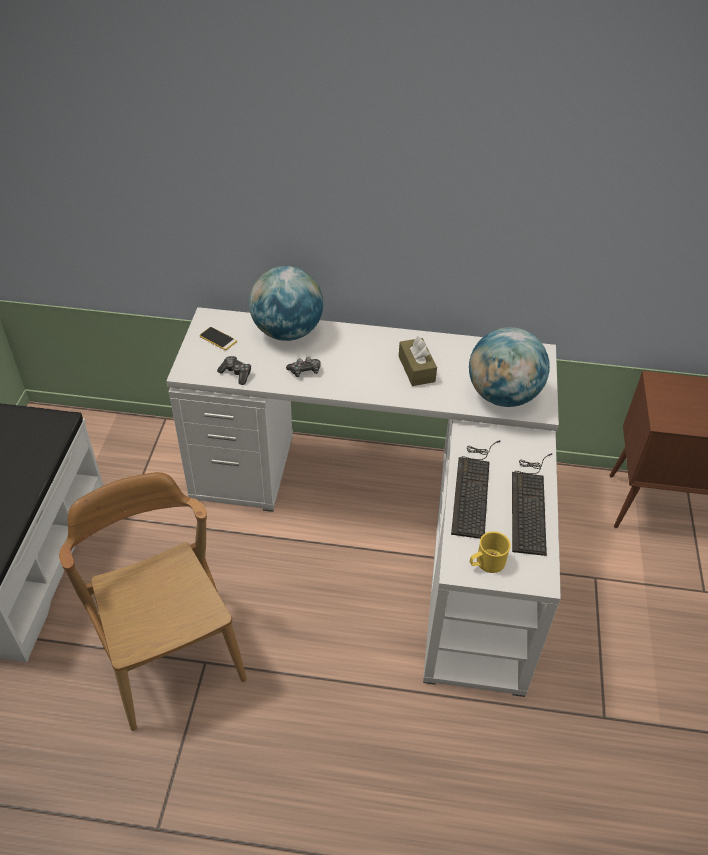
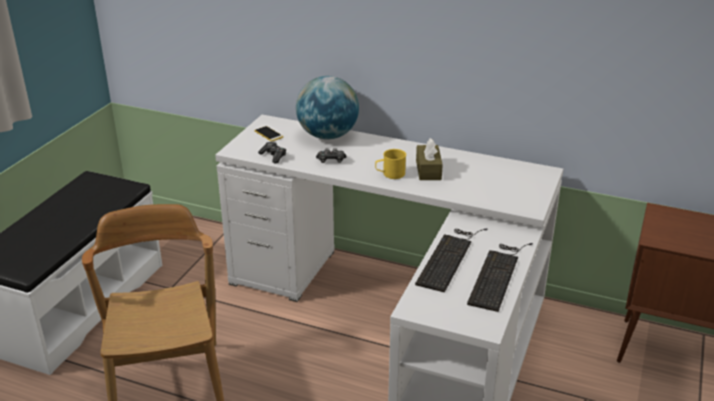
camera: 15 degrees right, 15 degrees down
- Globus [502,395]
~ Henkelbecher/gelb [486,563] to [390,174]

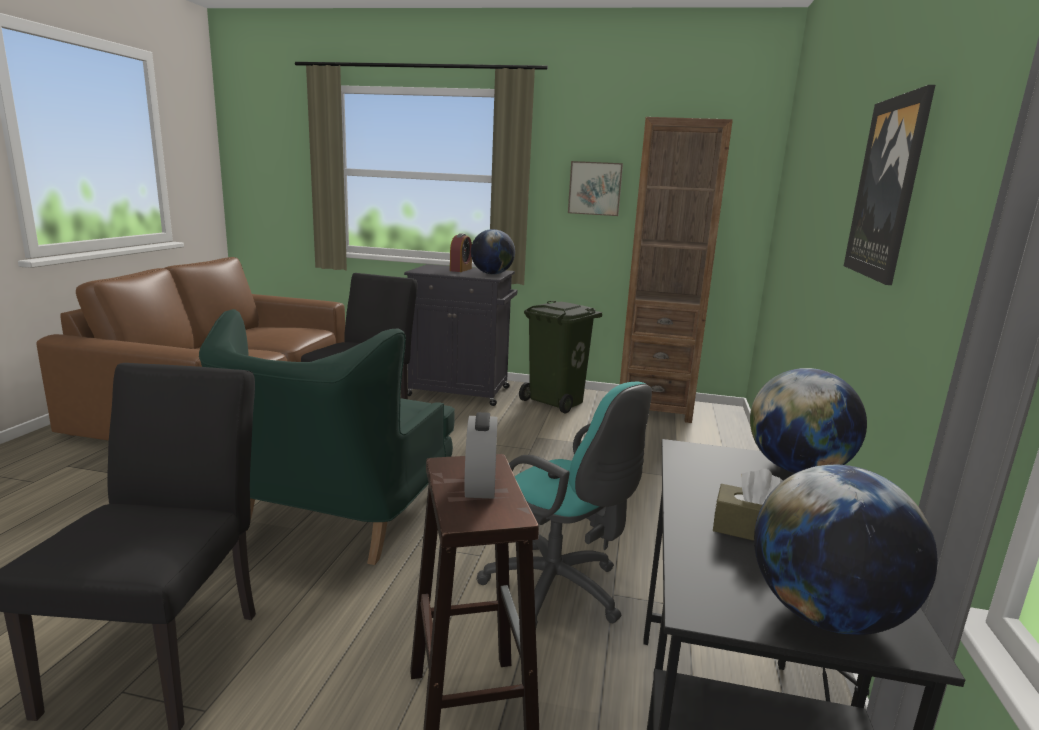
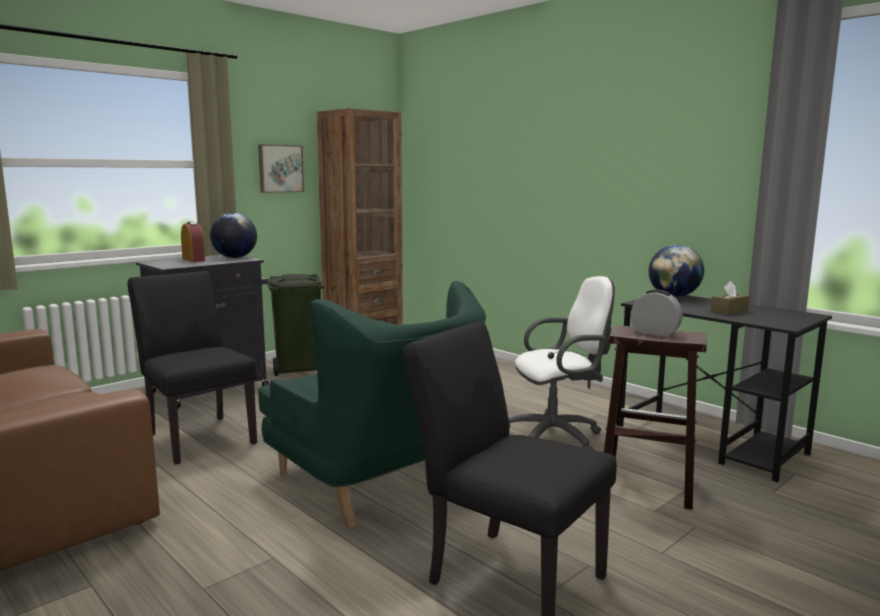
camera: 55 degrees left, 5 degrees down
~ Bürostuhl/türkis [560,592] to Bürostuhl/weiß [558,437]
- Globus [825,615]
- Bild [888,188]

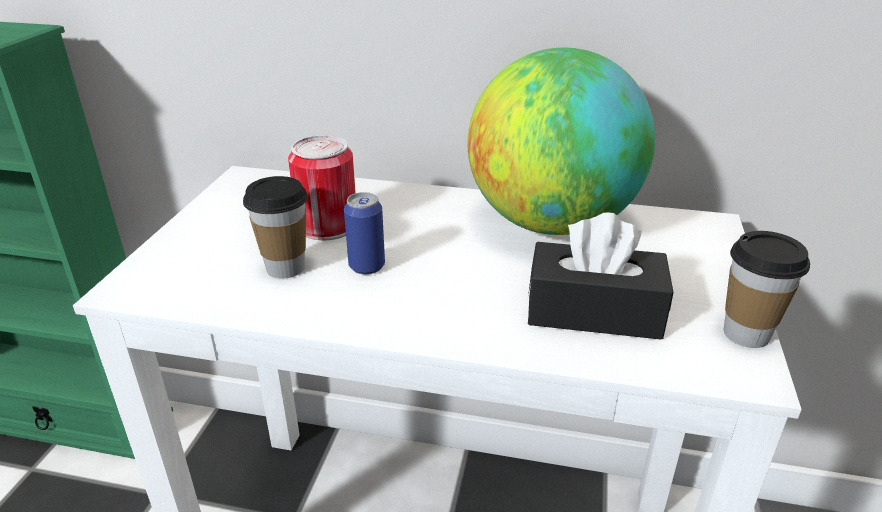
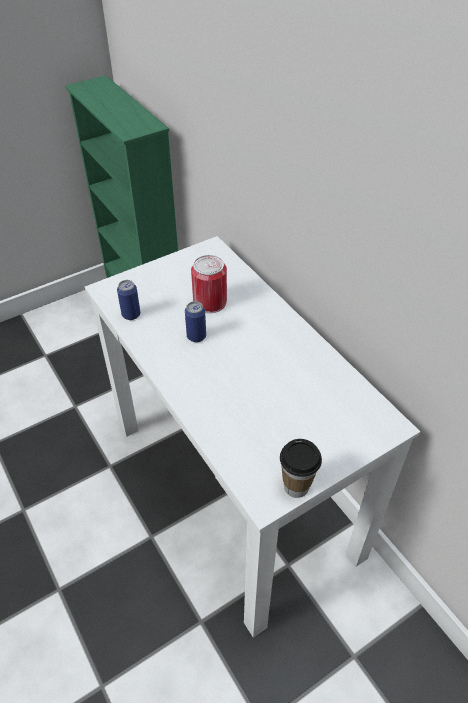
camera: 45 degrees right, 15 degrees up
- Tasse [285,268]
- Globus [551,223]
- Taschentuchbox/schwarz [594,312]
+ Dose [131,314]

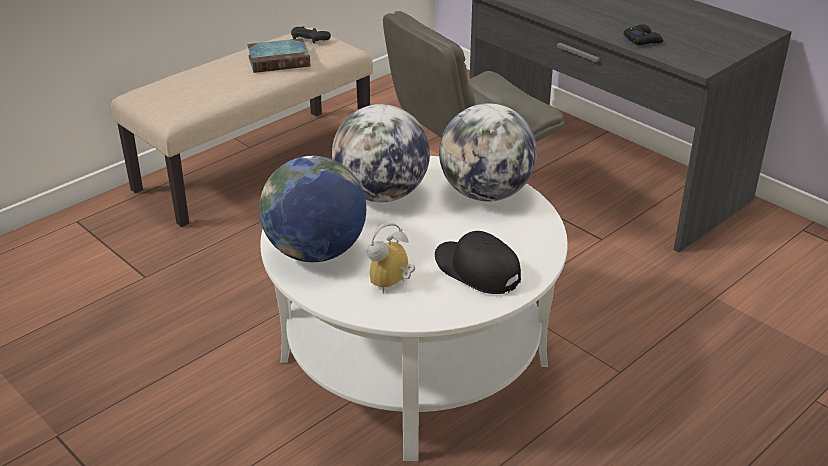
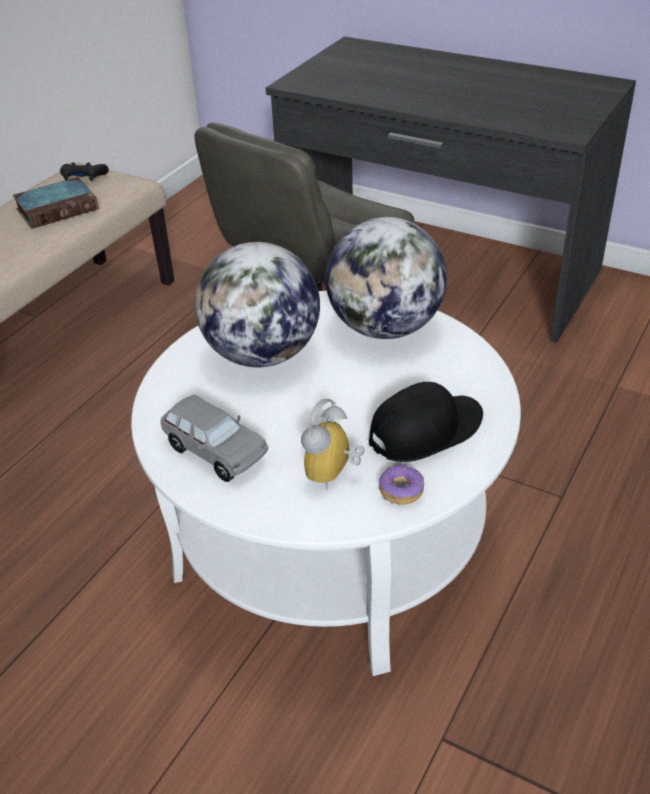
camera: 15 degrees left, 5 degrees up
~ Globus [315,252] to Spielzeugauto/grau [215,451]
~ Kappe/schwarz [477,270] = [425,430] 120 degrees clockwise
- Gamepad/schwarz [642,40]
+ Donut [401,490]

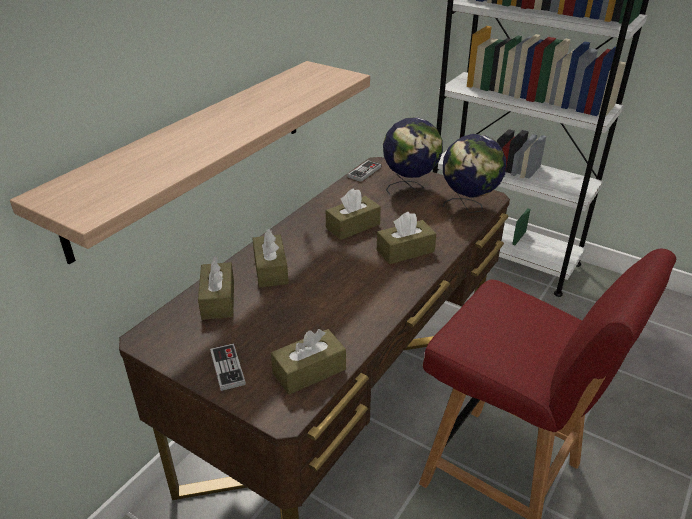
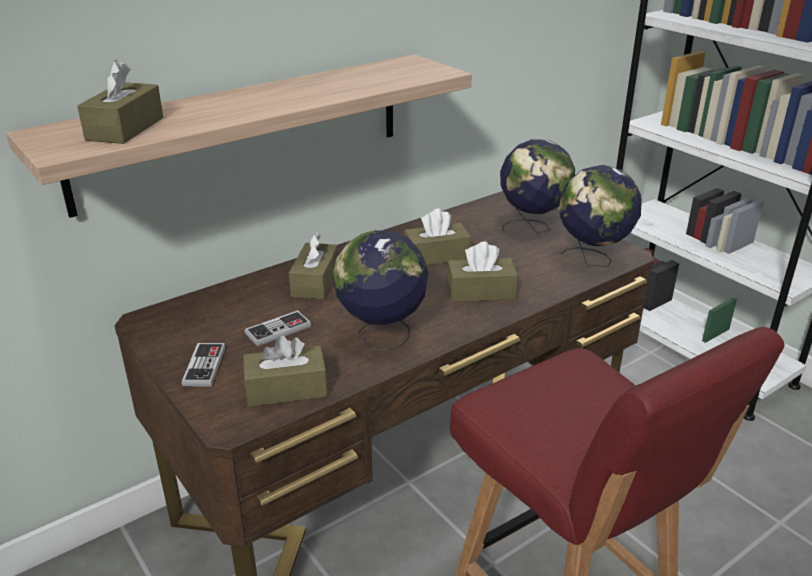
camera: 20 degrees right, 5 degrees down
~ Taschentuchbox/braun [218,300] to [125,129]
~ Gamepad [364,172] to [278,330]
+ Globus [381,338]

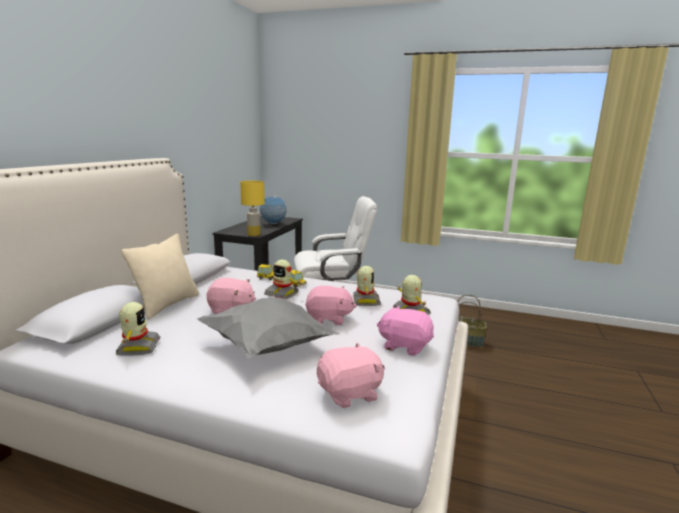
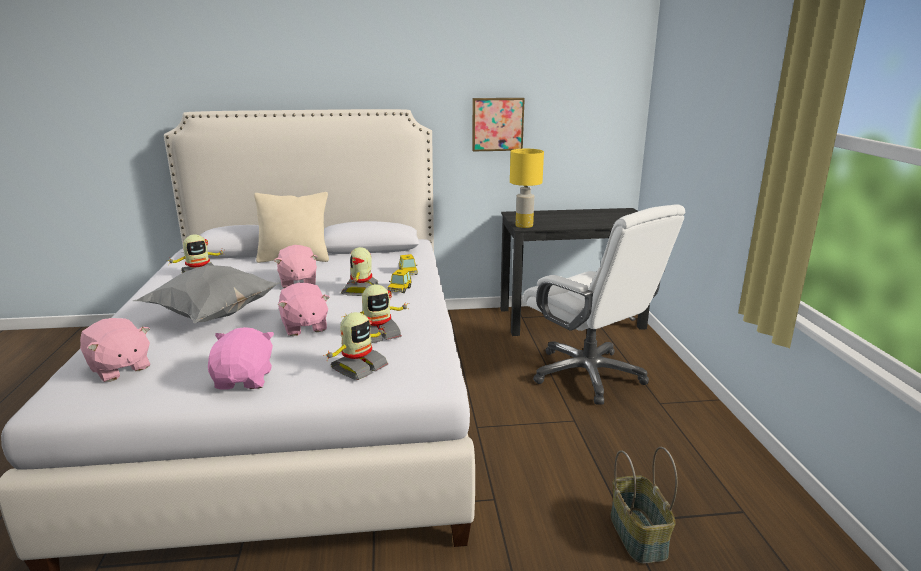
camera: 65 degrees right, 5 degrees up
- Globus [273,224]
+ Bild [497,124]

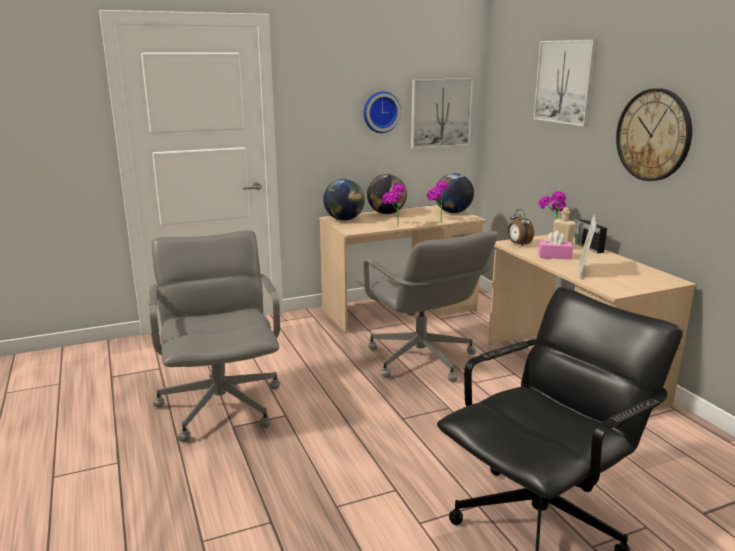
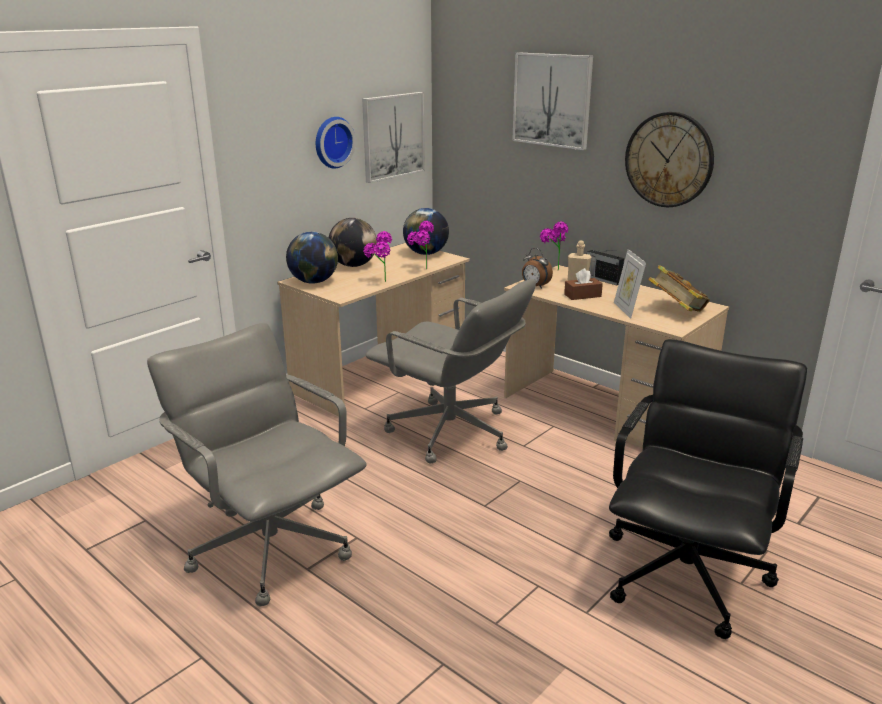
camera: 25 degrees left, 5 degrees up
~ Taschentuchbox/rosa [554,256] to Taschentuchbox/braun [582,295]
+ Buch [676,311]

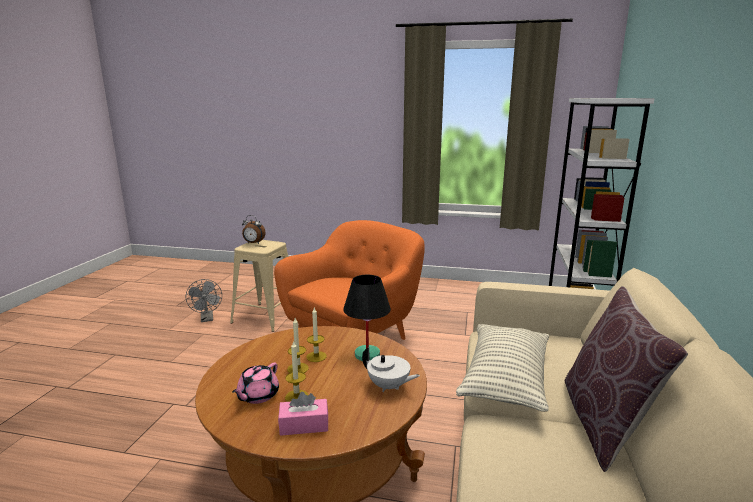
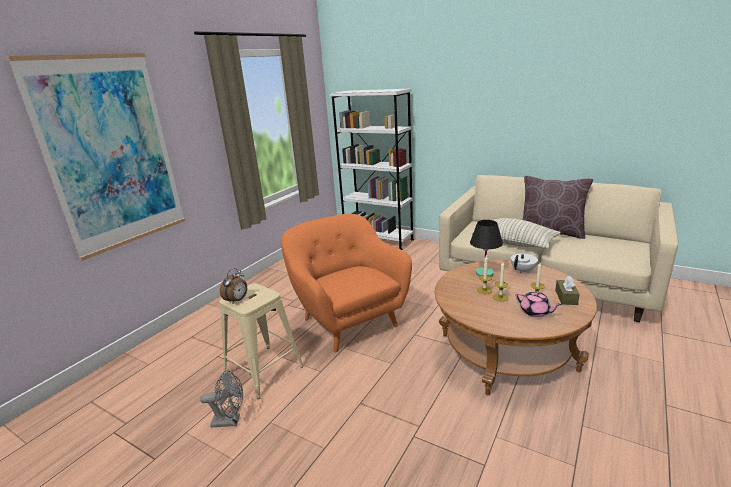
camera: 70 degrees left, 5 degrees up
~ Taschentuchbox/rosa [304,425] to Taschentuchbox/braun [566,297]
+ Bild [111,154]

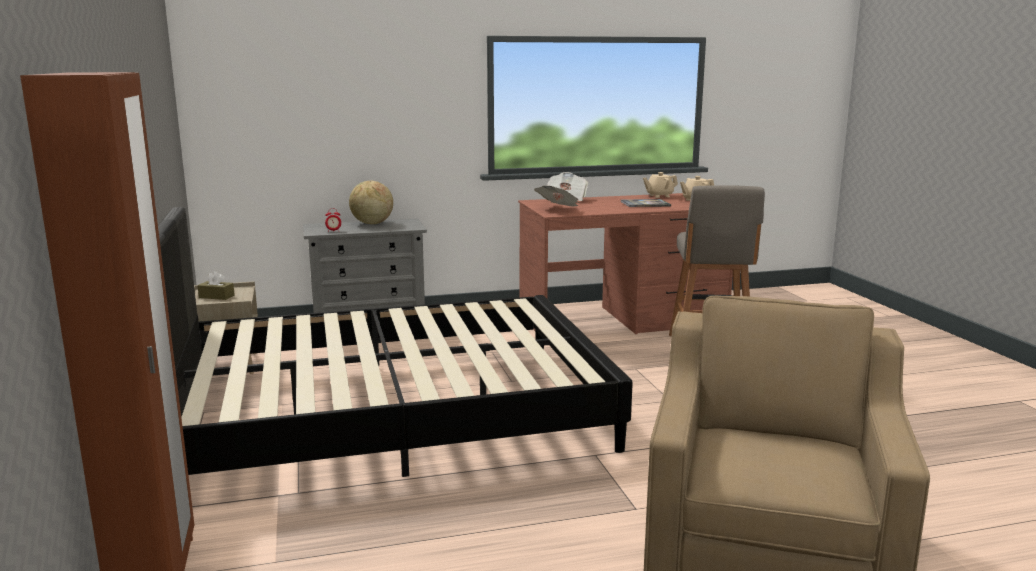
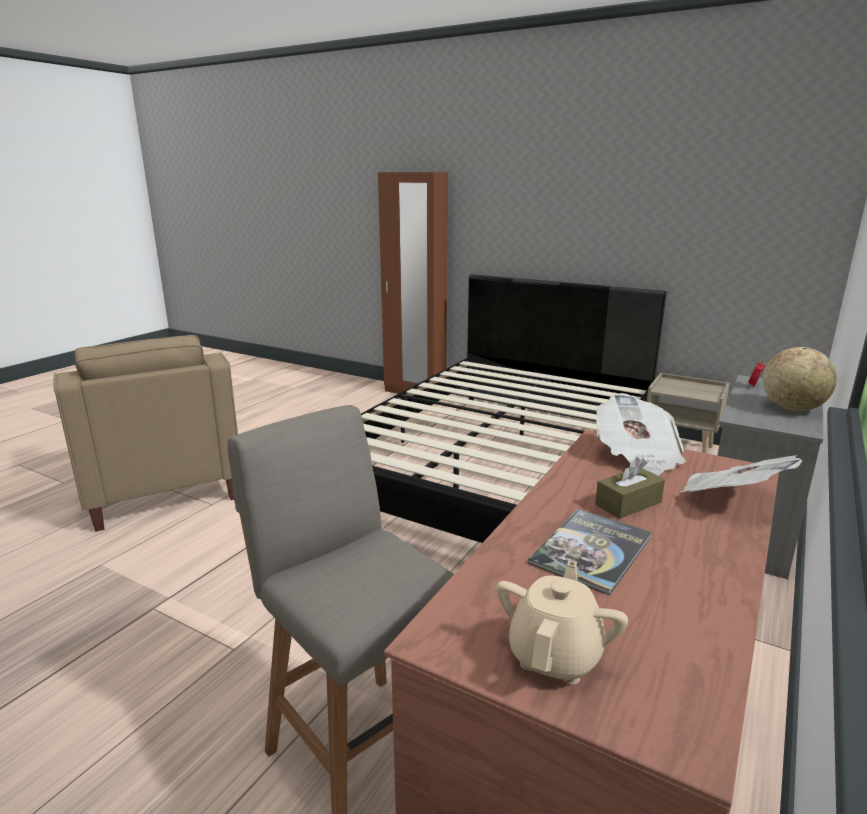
camera: 135 degrees right, 5 degrees up
~ Taschentuchbox/braun [216,296] to [628,503]
- Teekanne/beige [659,196]

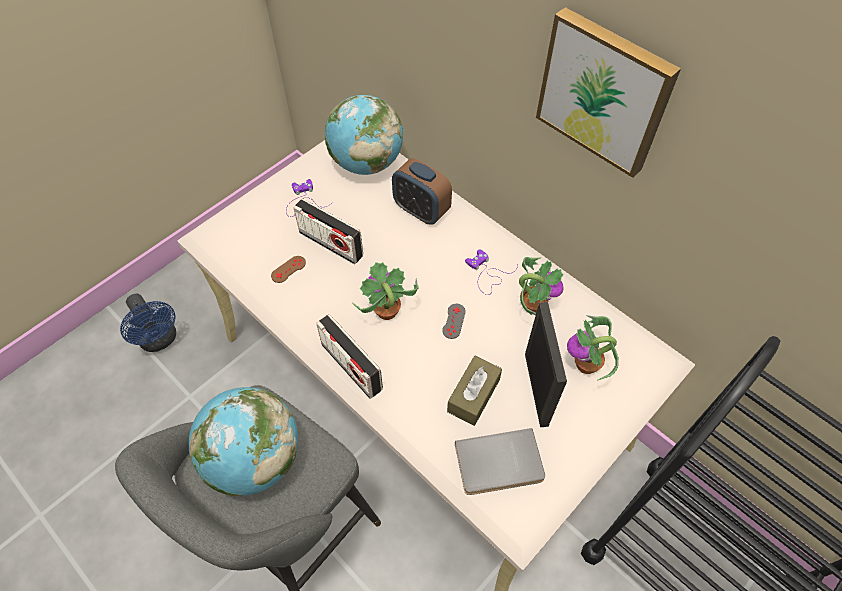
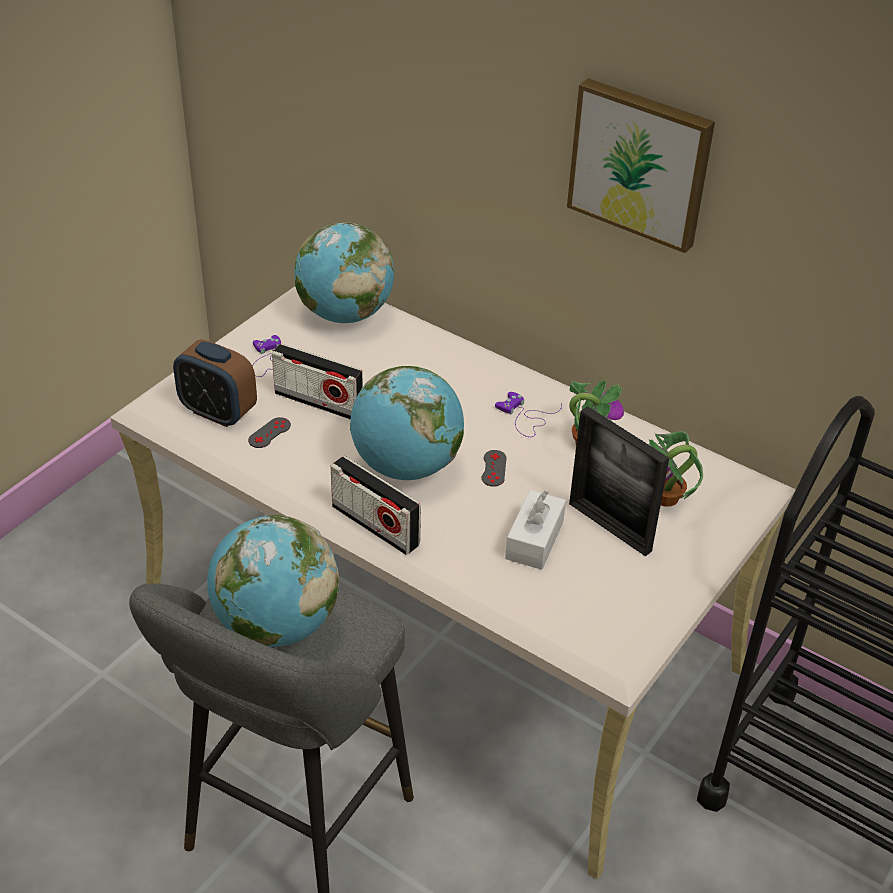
camera: 10 degrees left, 15 degrees down
- Ventilator/blau [160,340]
~ Gamepad/braun [288,269] to Gamepad/grau [269,433]
~ Topfpflanze [386,312] to Globus [406,466]
~ Wecker [421,211] to [218,412]
~ Taschentuchbox/braun [473,395] to Taschentuchbox/weiß [534,540]
- Buch/grau [499,465]
~ Bilderrahmen [536,389] = [609,527] 150 degrees clockwise

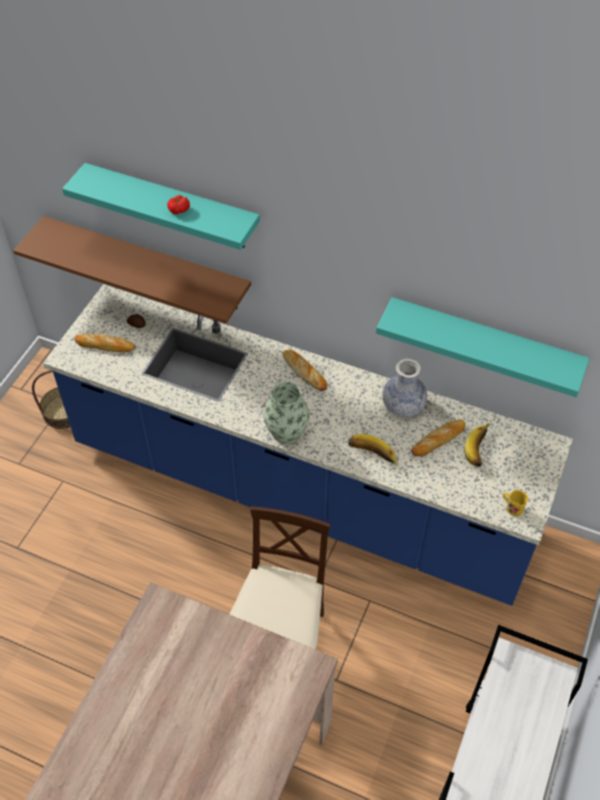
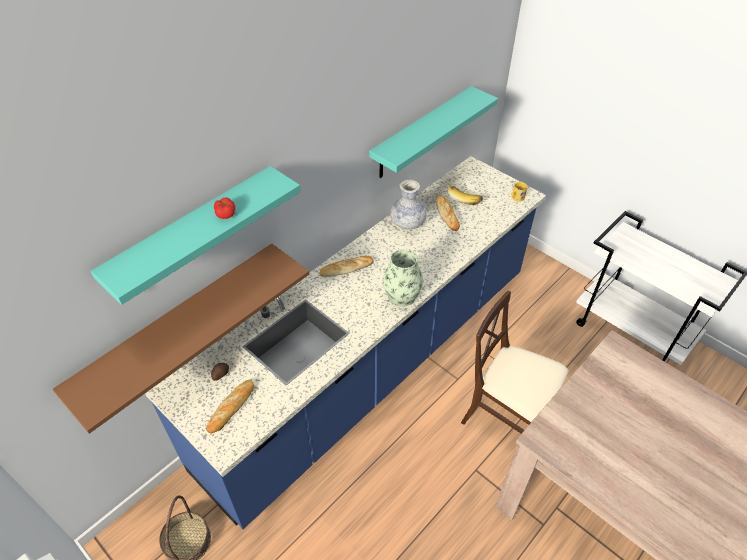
camera: 70 degrees left, 5 degrees down
- Banane [372,456]

